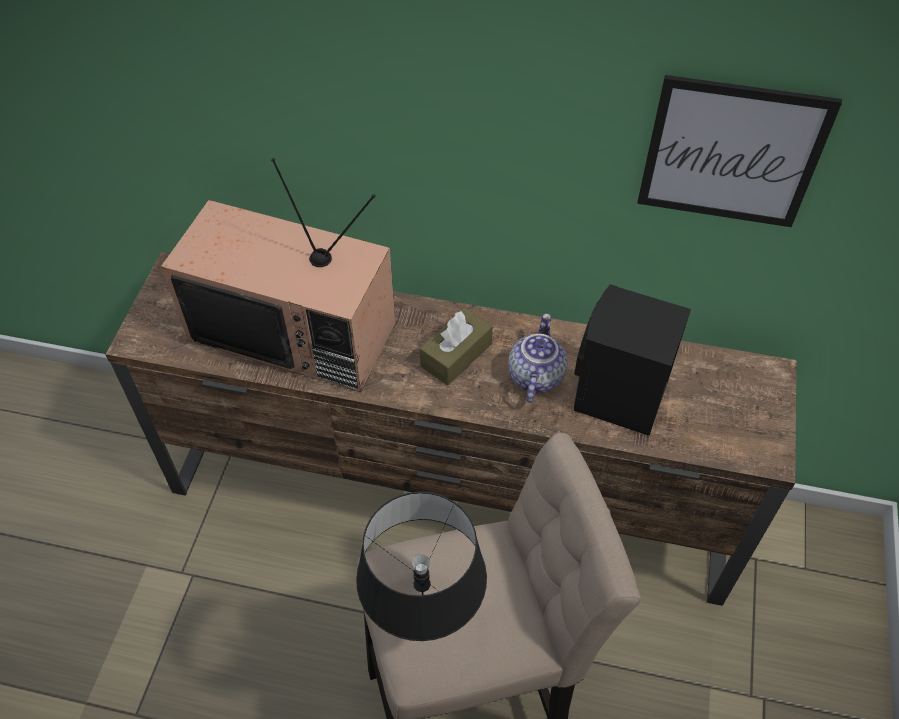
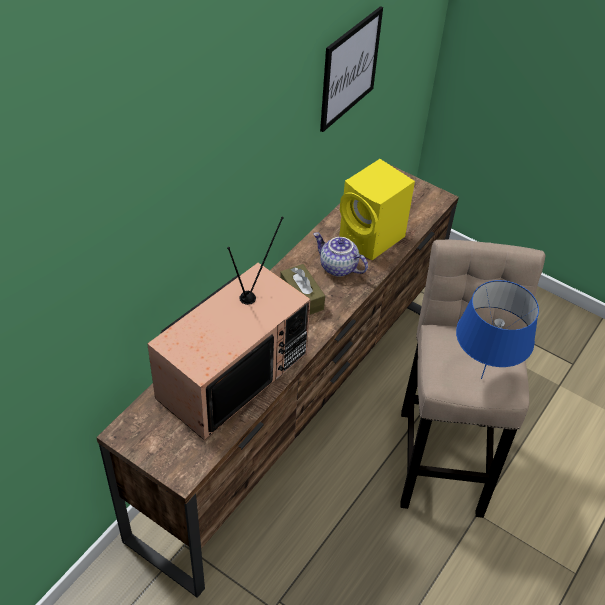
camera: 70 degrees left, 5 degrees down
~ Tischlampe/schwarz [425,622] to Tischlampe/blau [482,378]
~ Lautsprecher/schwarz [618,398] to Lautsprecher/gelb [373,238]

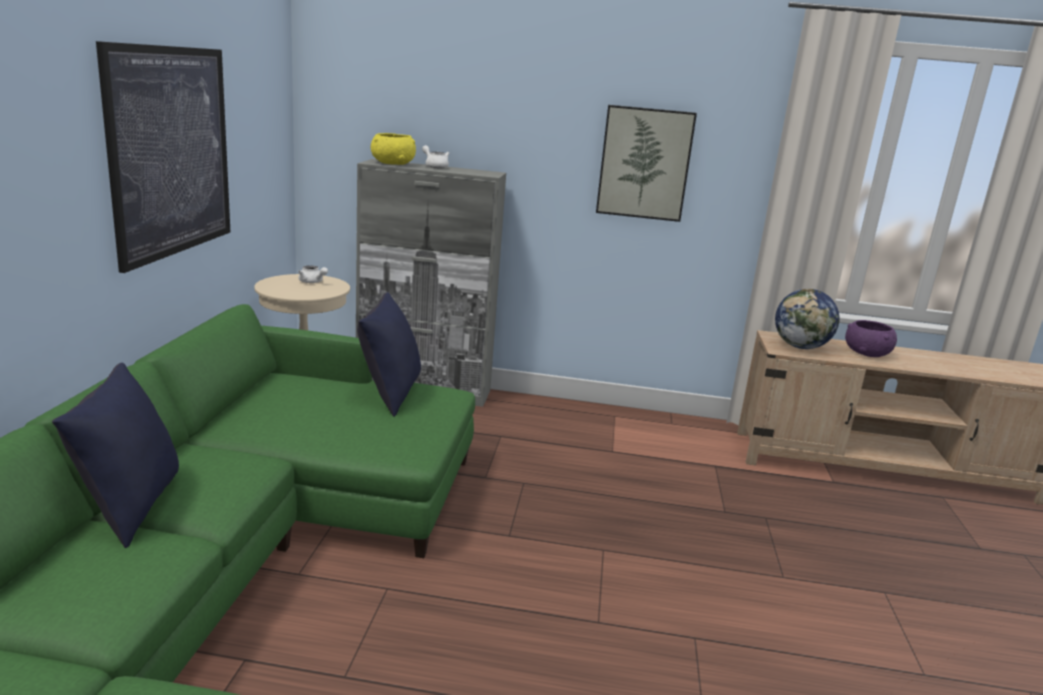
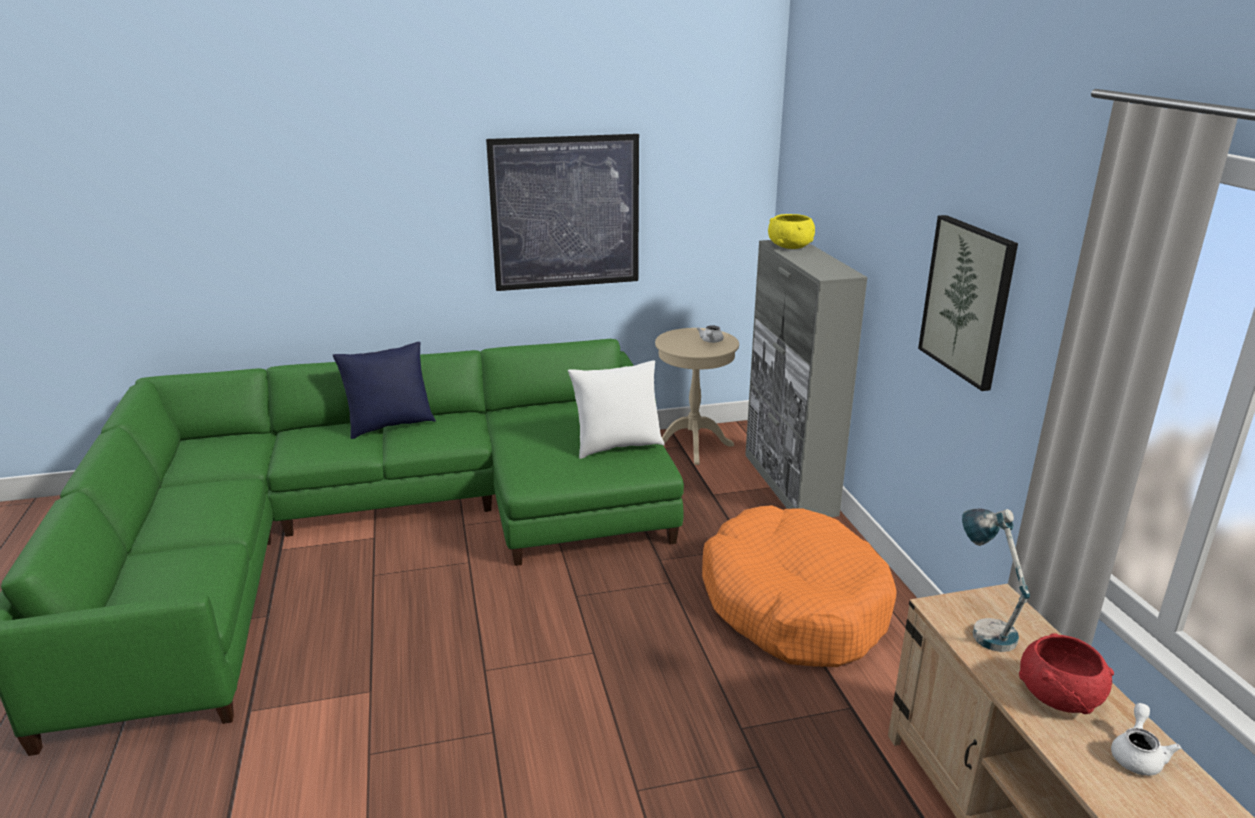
camera: 70 degrees right, 5 degrees up
~ Kissen/blau [389,395] to Kissen/weiß [617,446]
~ Teekanne/weiß [435,166] to [1137,755]
~ Globus [801,347] to Tischlampe [982,626]
~ Schüssel/lila [866,353] to Schüssel/rot [1059,695]
+ Hundebett/orange [793,604]

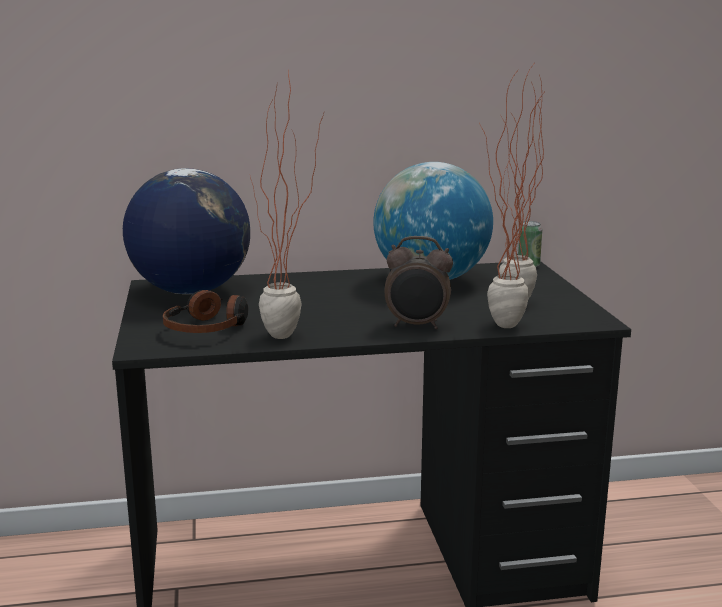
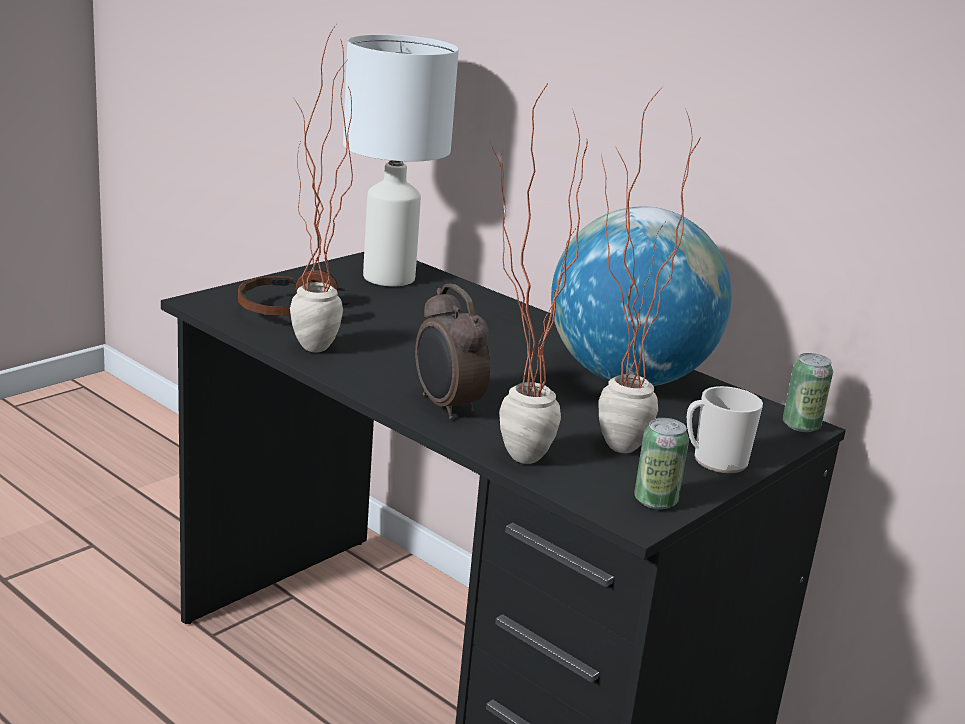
camera: 50 degrees right, 5 degrees up
~ Globus [190,291] to Tischlampe/weiß [387,277]
+ Dose [655,501]
+ Henkelbecher [714,460]

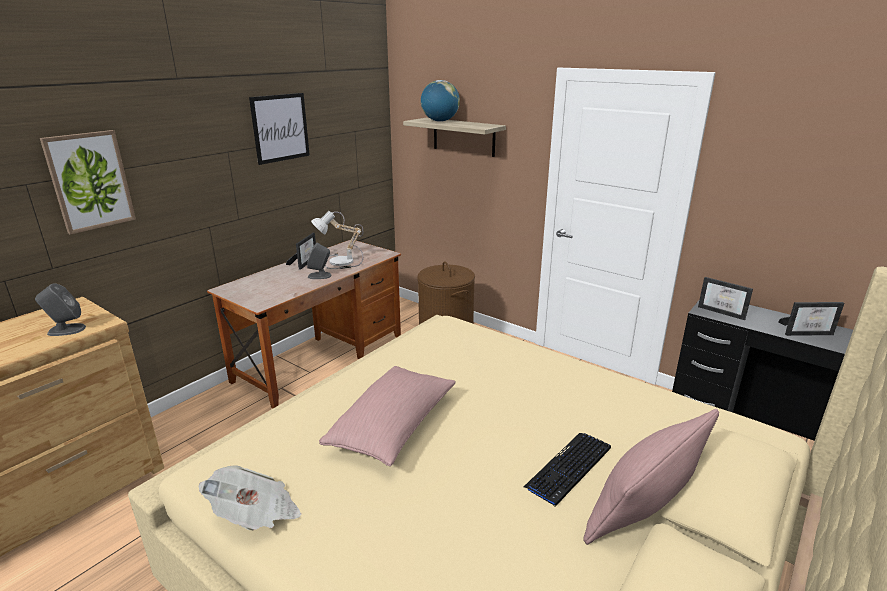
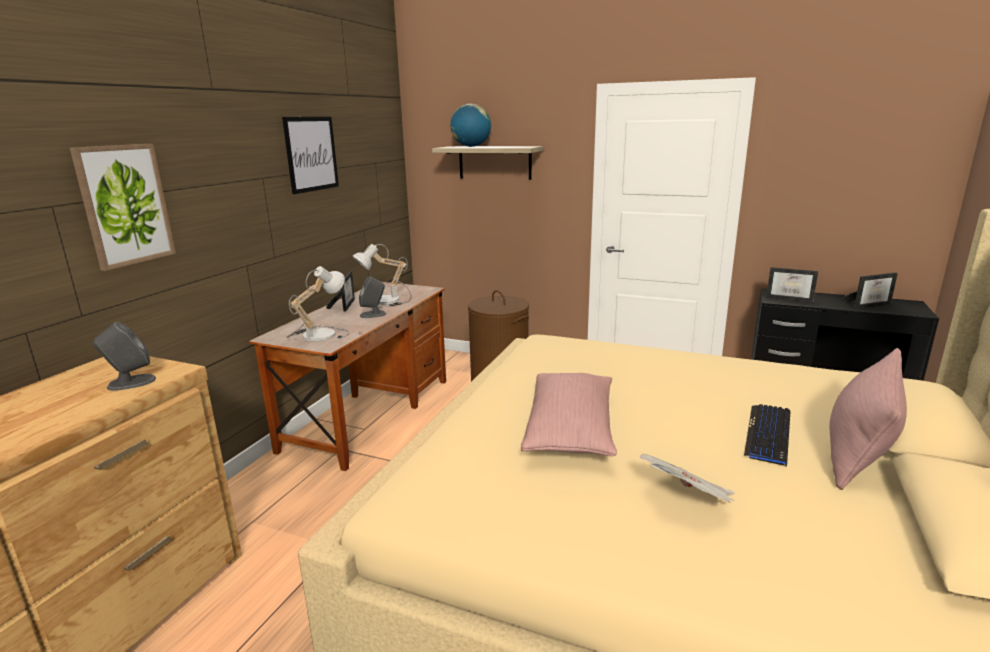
camera: 15 degrees left, 5 degrees down
~ Zeitung [256,515] to [688,500]
+ Tischlampe [318,334]

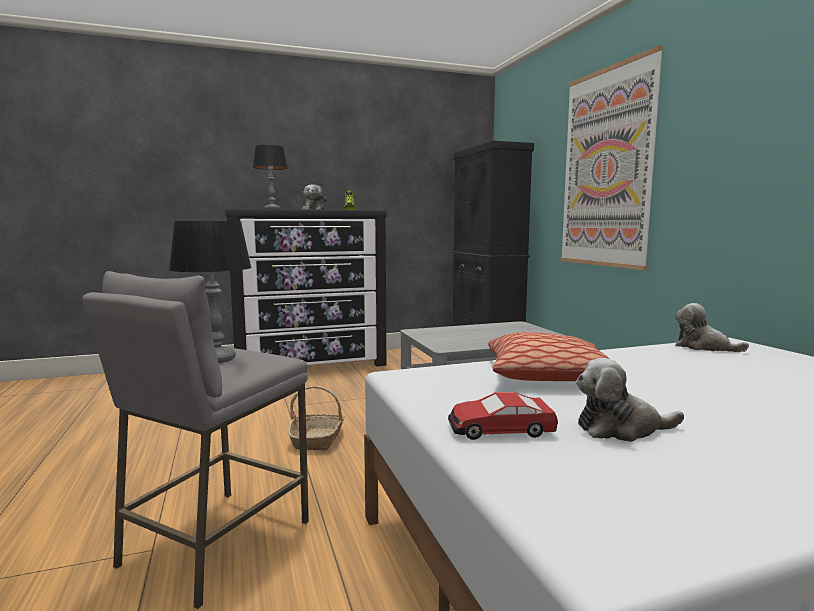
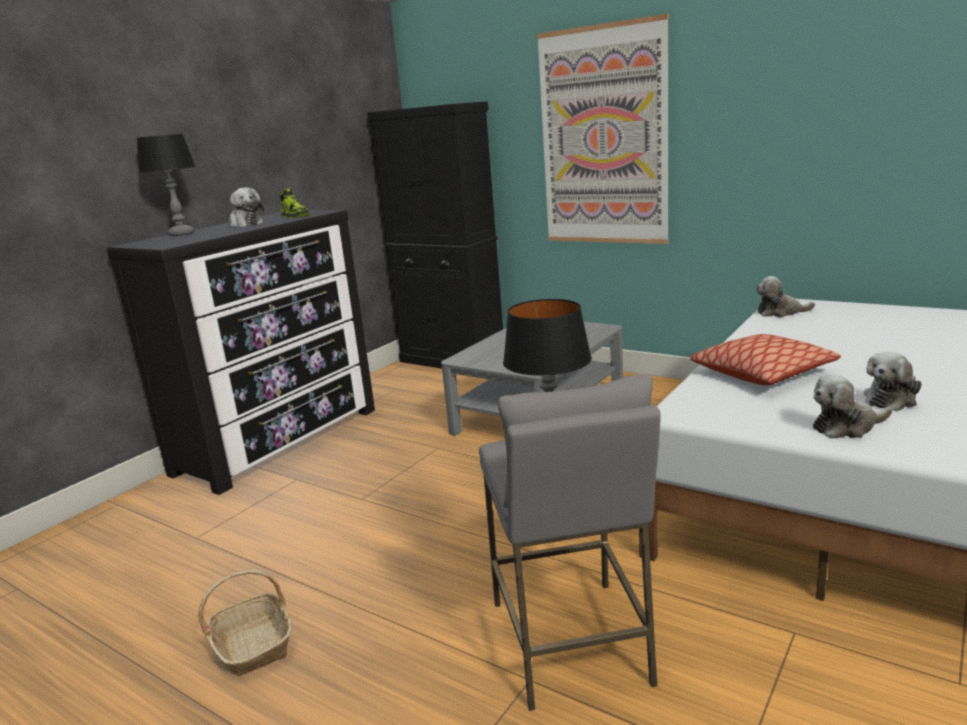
camera: 35 degrees left, 10 degrees up
~ Korb [317,439] to [253,644]
~ Spielzeugauto [500,429] to Plüschtier [846,427]

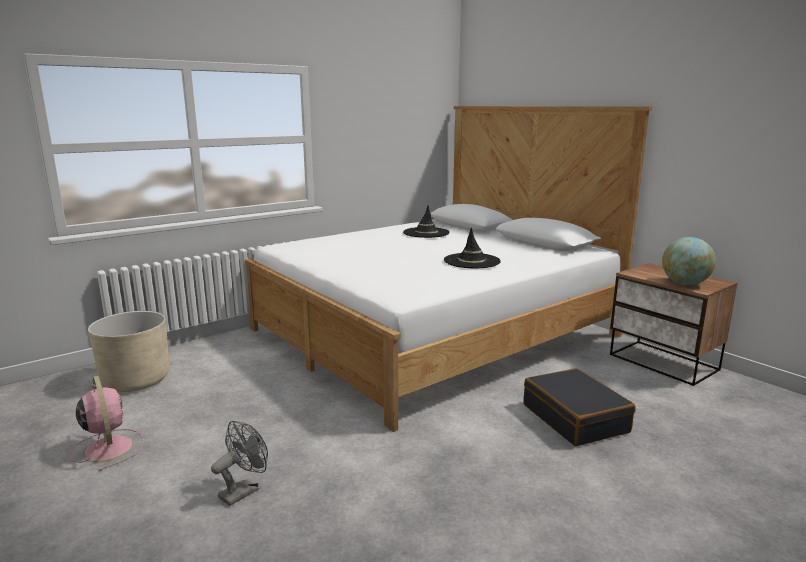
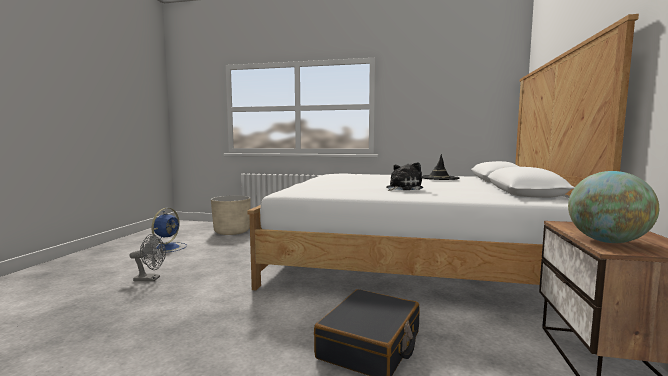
camera: 50 degrees right, 10 degrees down
~ Ventilator/rosa [108,448] to Ventilator/blau [168,247]
~ Hut/schwarz [472,261] to Plüschtier [402,188]

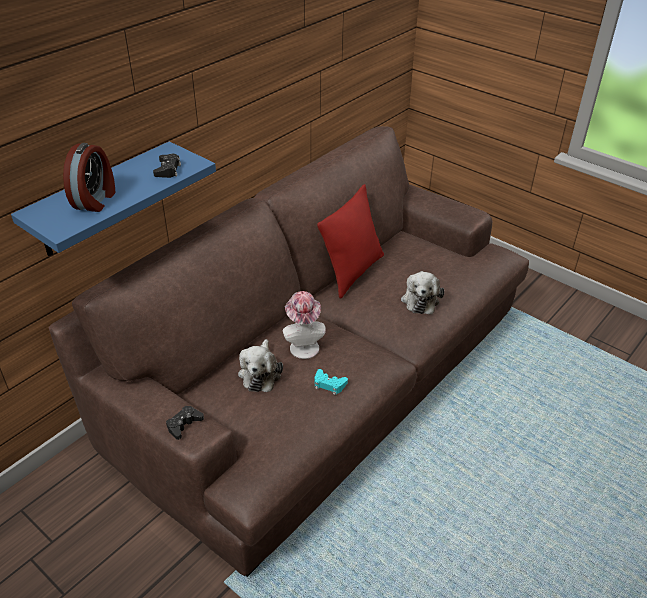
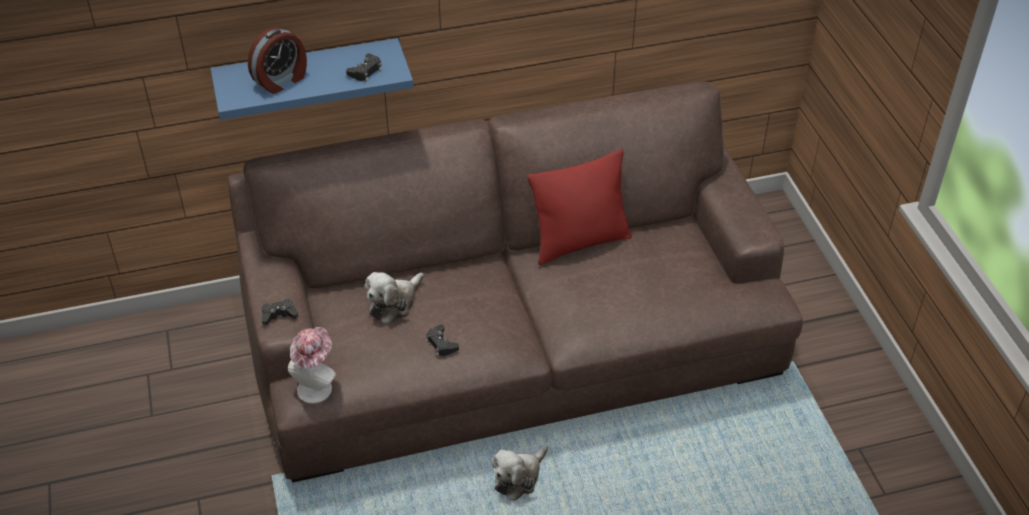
camera: 35 degrees right, 5 degrees up
~ Hut [303,345] to [316,386]
~ Gamepad/türkis [329,384] to Gamepad/schwarz [441,344]
~ Plüschtier [420,299] to [519,477]

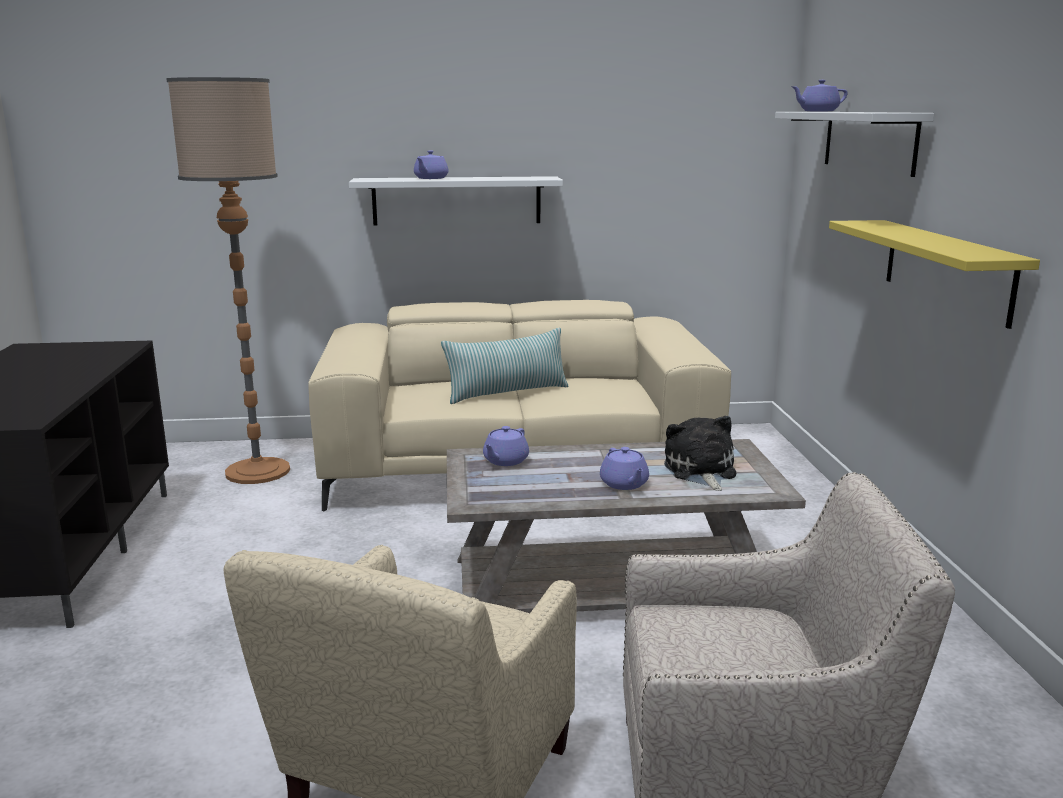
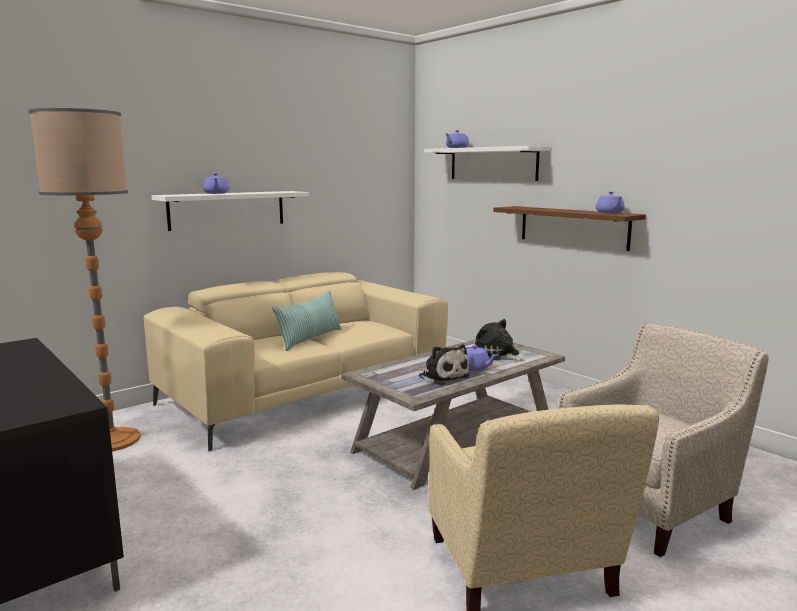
camera: 35 degrees left, 5 degrees down
~ Teekanne/lila [505,461] to [609,213]
~ Wandregal/gelb [946,269] to Wandregal/braun [573,227]
+ Plüschtier [442,376]

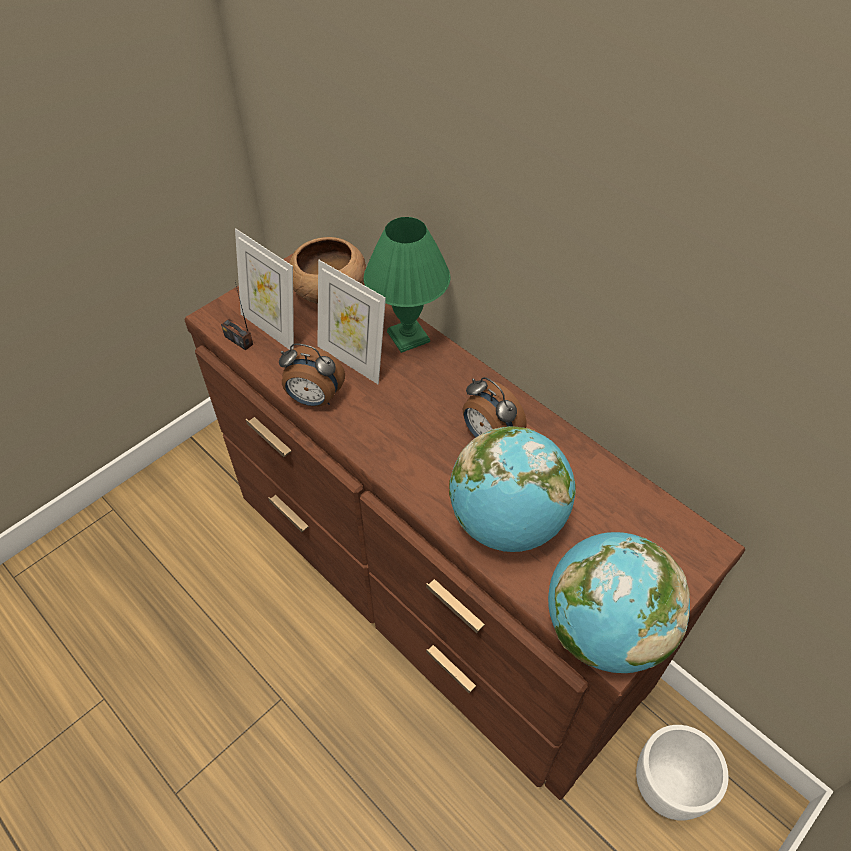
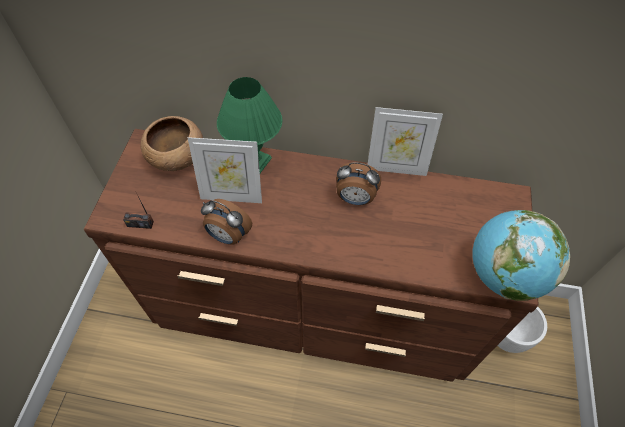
camera: 35 degrees left, 5 degrees up
~ Bilderrahmen [272,328] to [396,167]
~ Wecker [314,399] = [228,236] 45 degrees clockwise
- Globus [507,522]

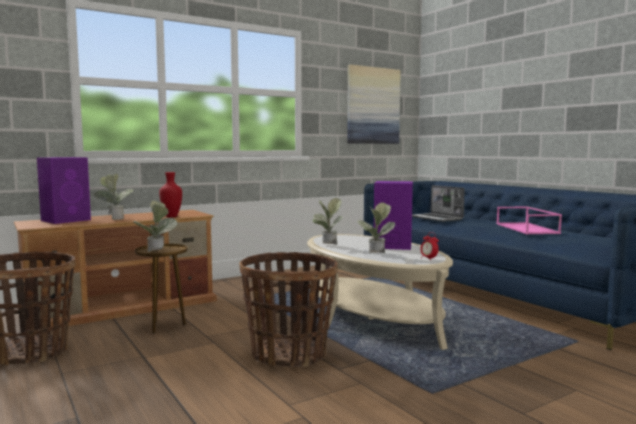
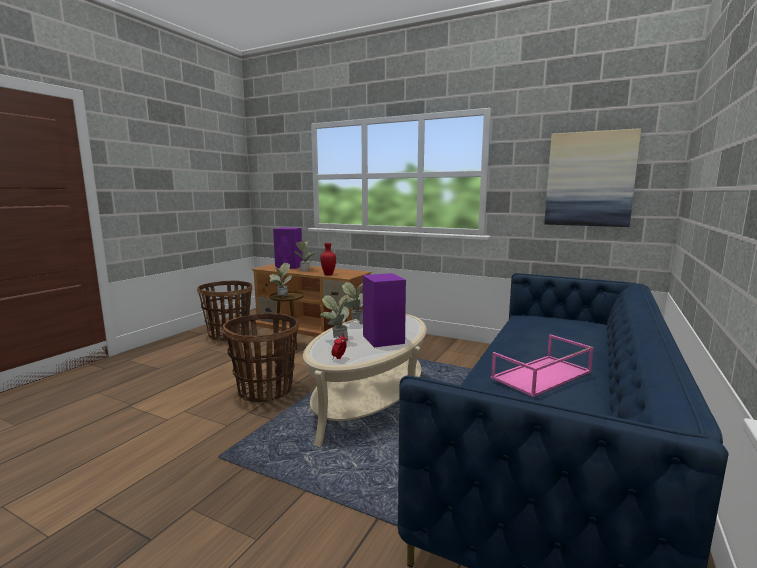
camera: 60 degrees right, 5 degrees up
- Laptop [437,218]

